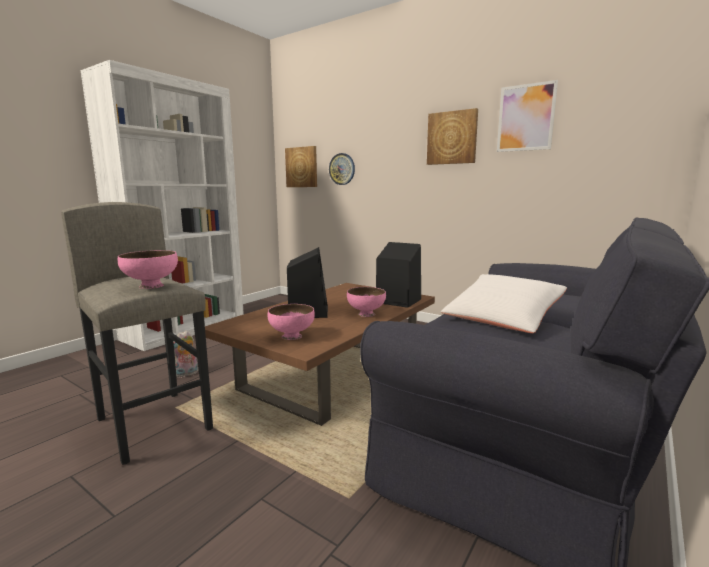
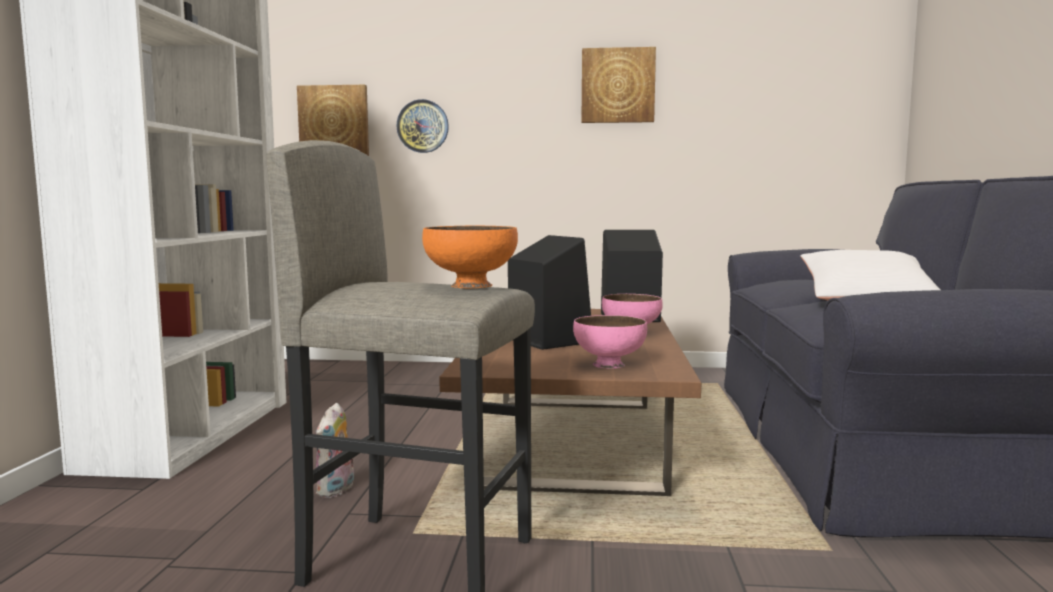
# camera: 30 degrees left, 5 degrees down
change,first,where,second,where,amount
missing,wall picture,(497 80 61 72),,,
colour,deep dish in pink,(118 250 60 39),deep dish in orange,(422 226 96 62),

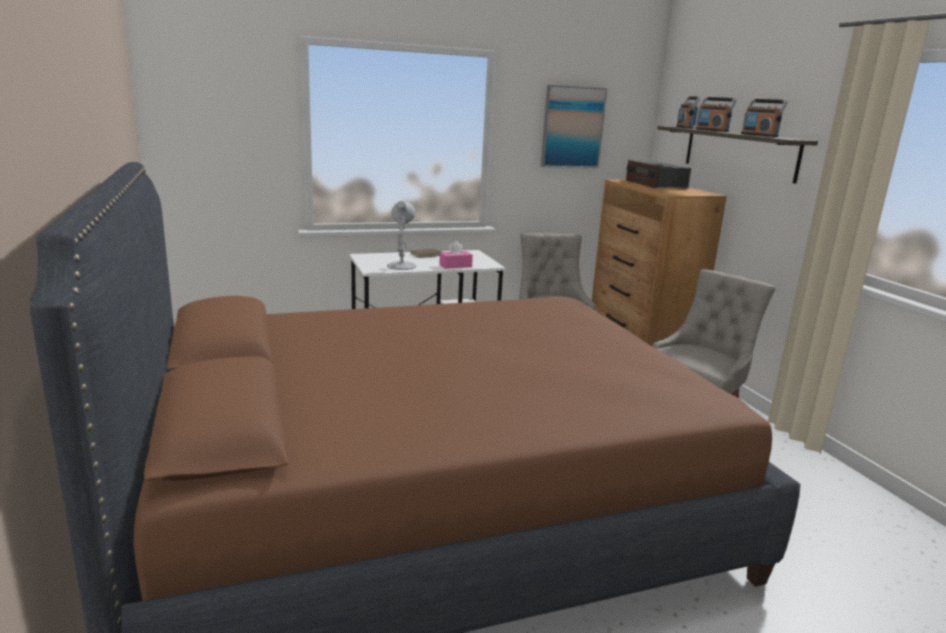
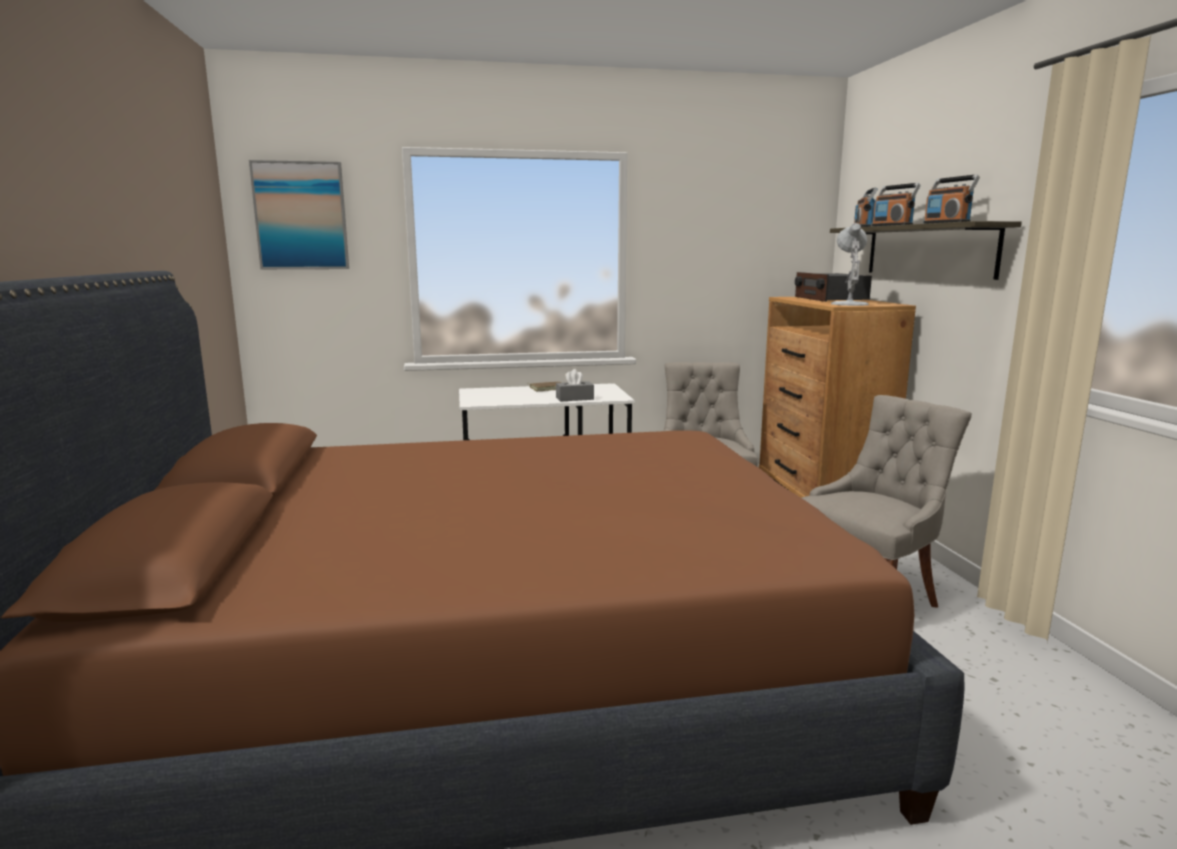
# camera: 10 degrees right, 5 degrees down
change,first,where,second,where,amount
relocated,wall picture,(541 85 66 83),,(249 160 100 109),
relocated,table lamp in whitish,(387 201 30 69),,(831 223 38 83),
colour,tissue box in pink,(439 241 34 28),tissue box in grey,(556 369 38 33),

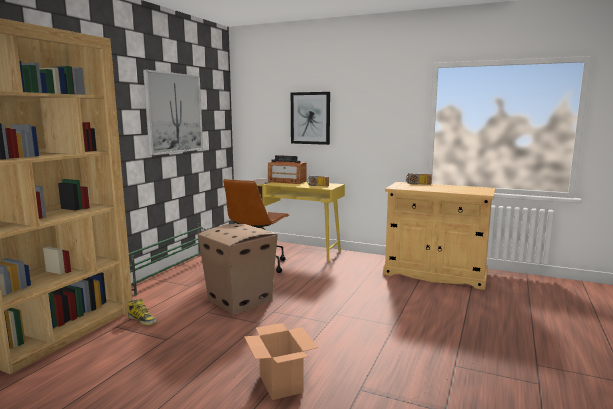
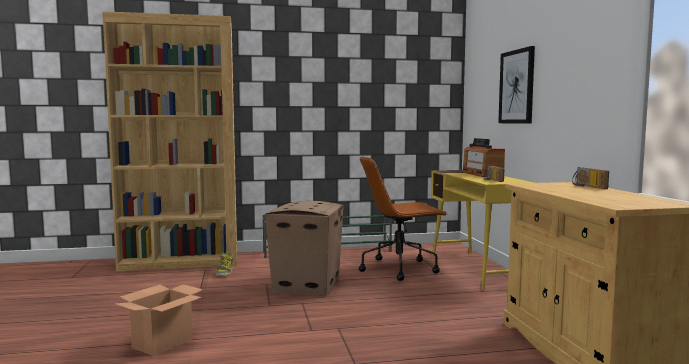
# camera: 55 degrees right, 5 degrees down
change,first,where,second,where,amount
missing,wall picture,(143 70 60 86),,,

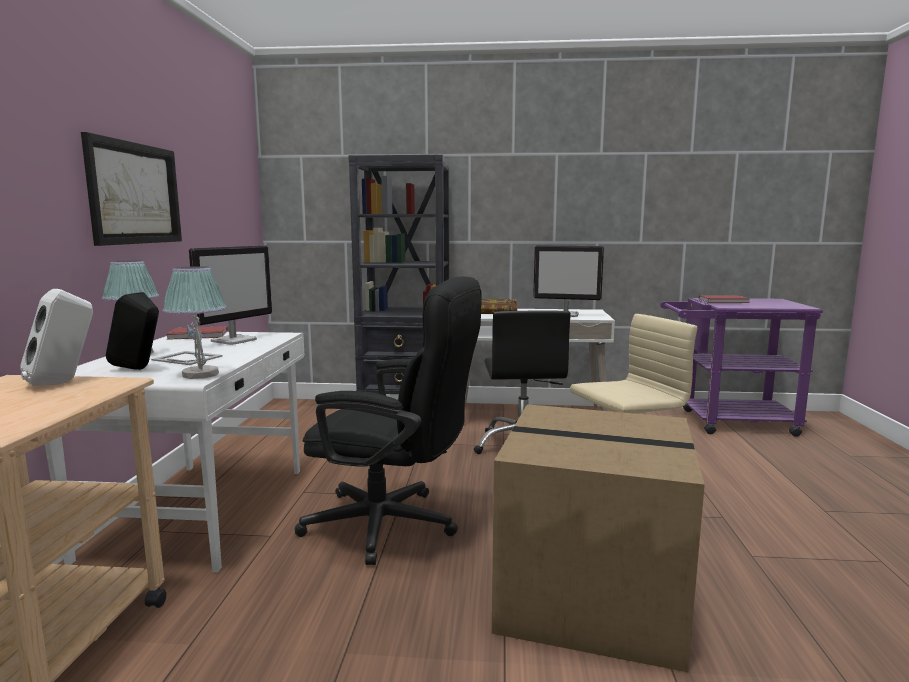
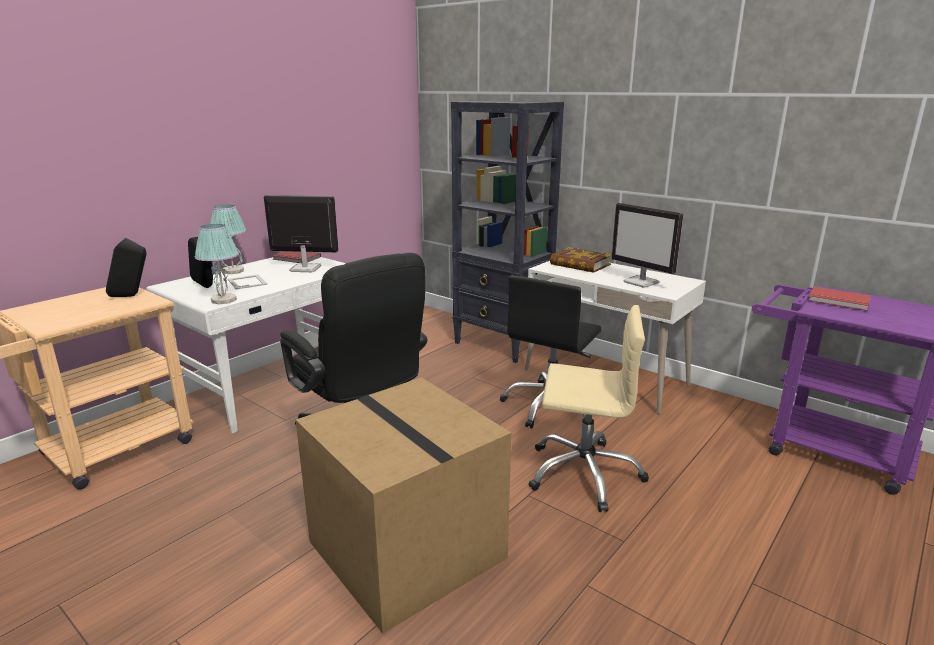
# camera: 35 degrees right, 10 degrees up
change,first,where,second,where,amount
missing,wall picture,(81 132 101 114),,,
spun,monitor,(189 245 83 100),,(264 195 75 77),150 degrees counterclockwise
colour,speaker in whitish,(20 289 73 97),speaker in blackish,(106 238 40 59),

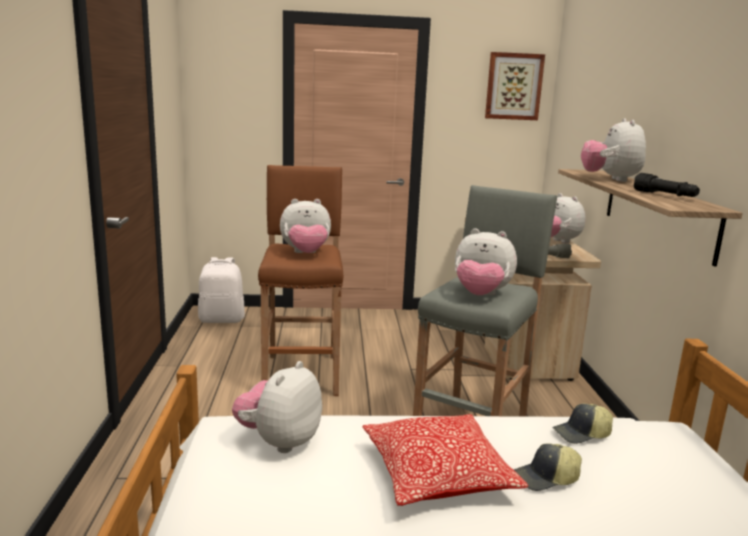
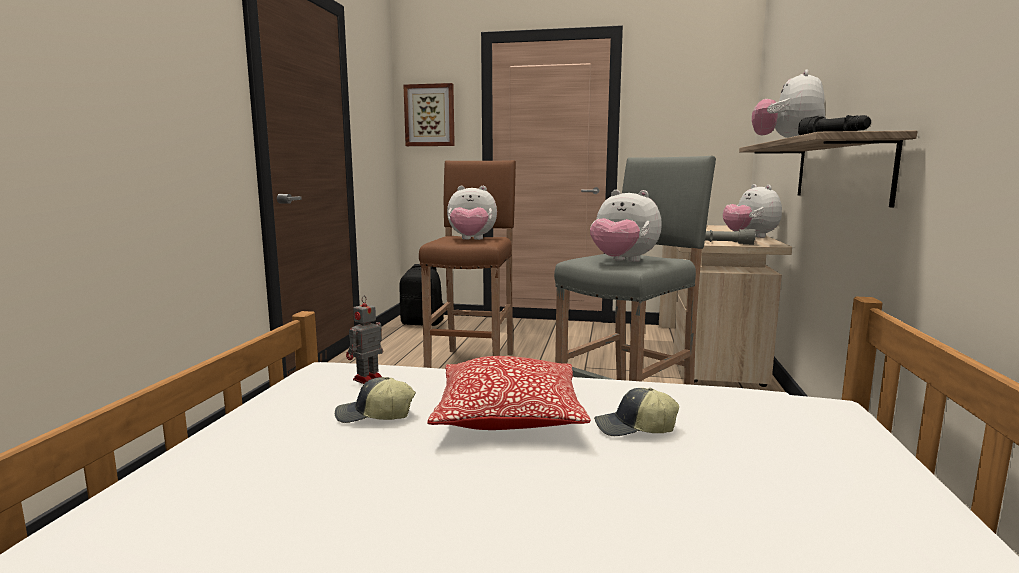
# camera: 15 degrees right, 5 degrees down
change,first,where,second,where,amount
relocated,wall picture,(485 52 60 68),,(403 83 52 63),
colour,backpack in whitish,(198 257 47 66),backpack in blackish,(399 264 44 62),
exchanged,plush toy,(232 361 90 92),model robot,(346 296 37 88),
relocated,cap,(552 404 61 40),,(335 377 81 46),

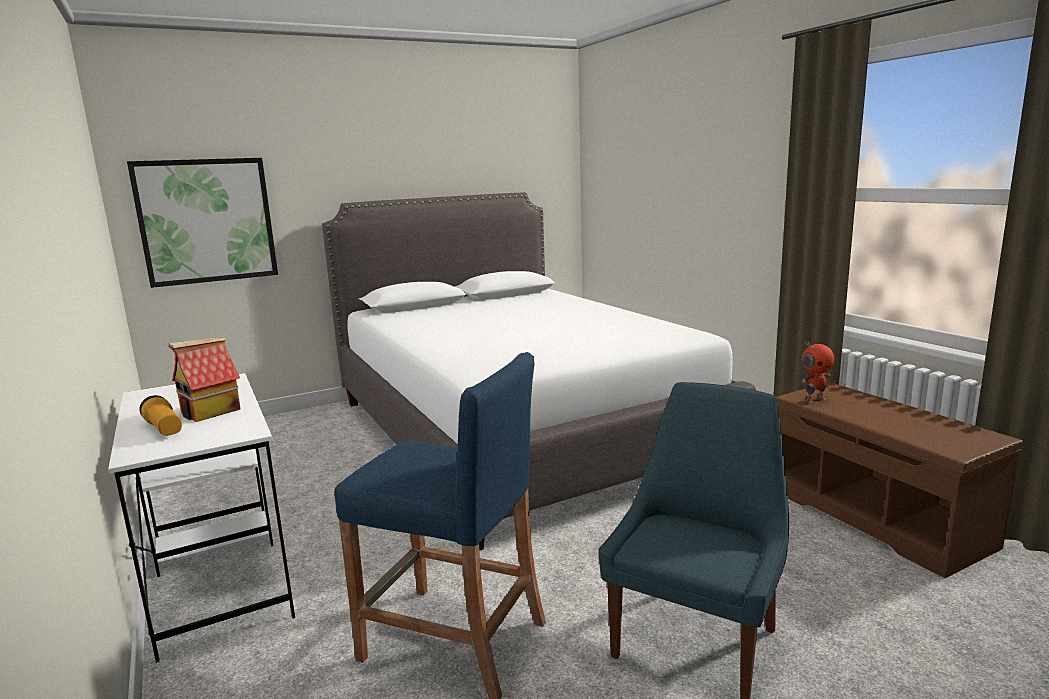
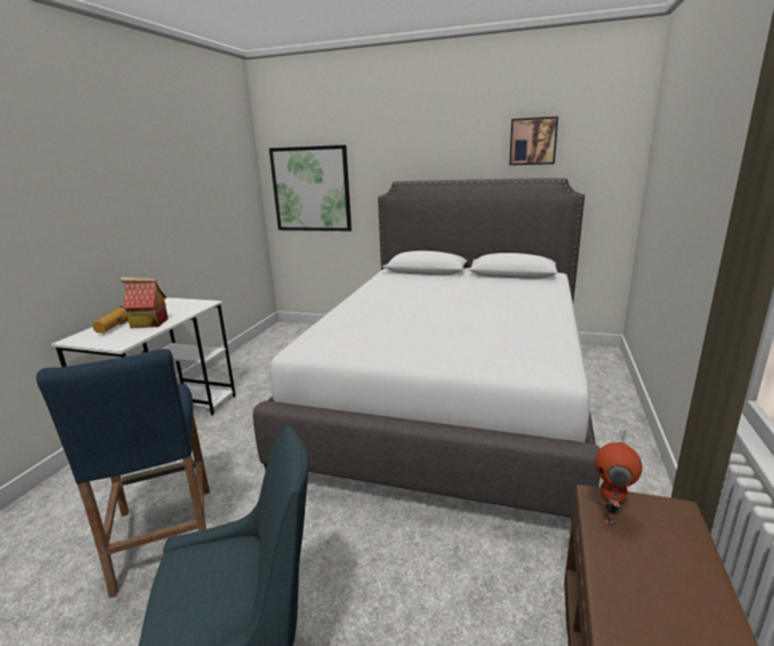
# camera: 45 degrees right, 5 degrees up
change,first,where,second,where,amount
spun,model robot,(801 341 34 63),,(595 430 47 96),90 degrees clockwise
appeared,,,wall picture,(509 116 49 49),

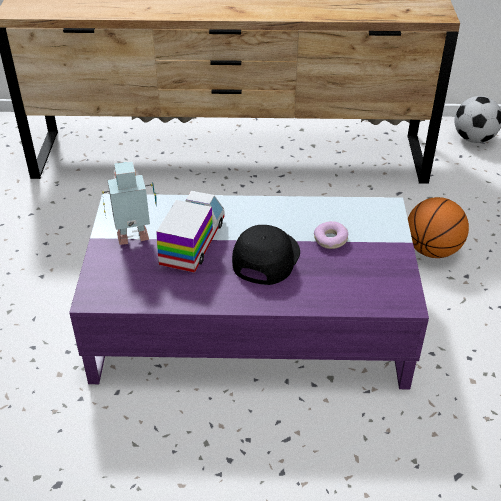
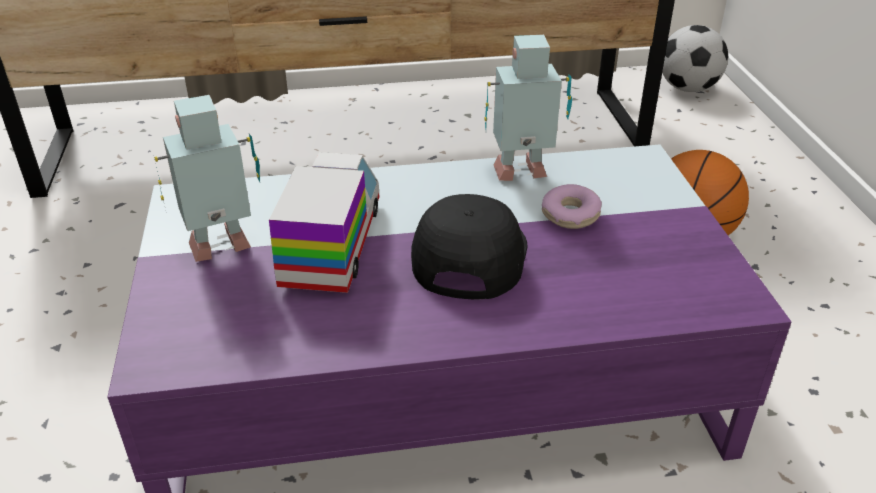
# camera: 10 degrees left, 5 degrees down
change,first,where,second,where,amount
appeared,,,model robot,(484 35 88 146),

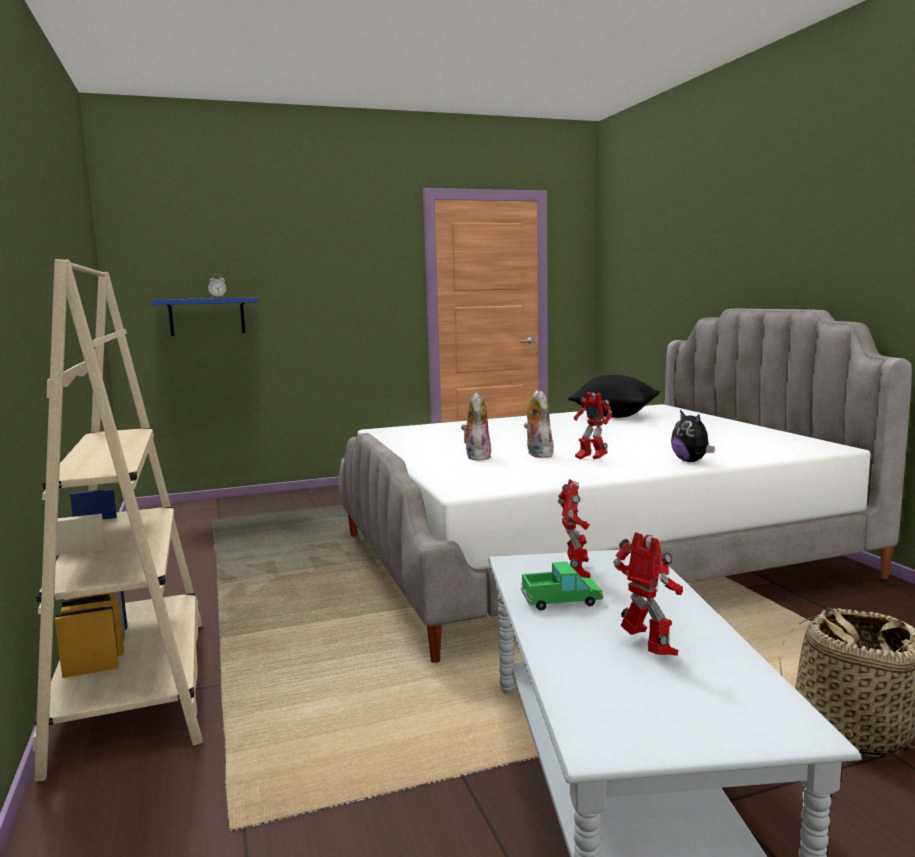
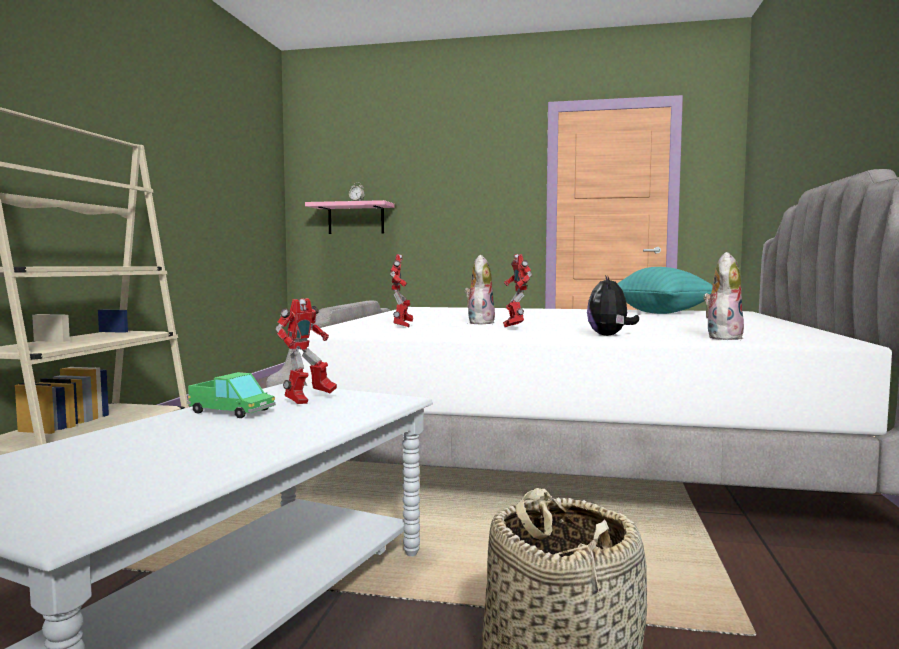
# camera: 30 degrees right, 5 degrees down
change,first,where,second,where,amount
colour,shelf in blue-coloured,(151 297 108 39),shelf in pink,(305 200 89 34),
colour,pillow in blackish,(568 375 92 43),pillow in turquoise-coloured,(617 267 96 47),
relocated,plush toy,(461 392 31 69),,(703 252 41 88),
relocated,model robot,(613 532 70 124),,(390 254 23 73),

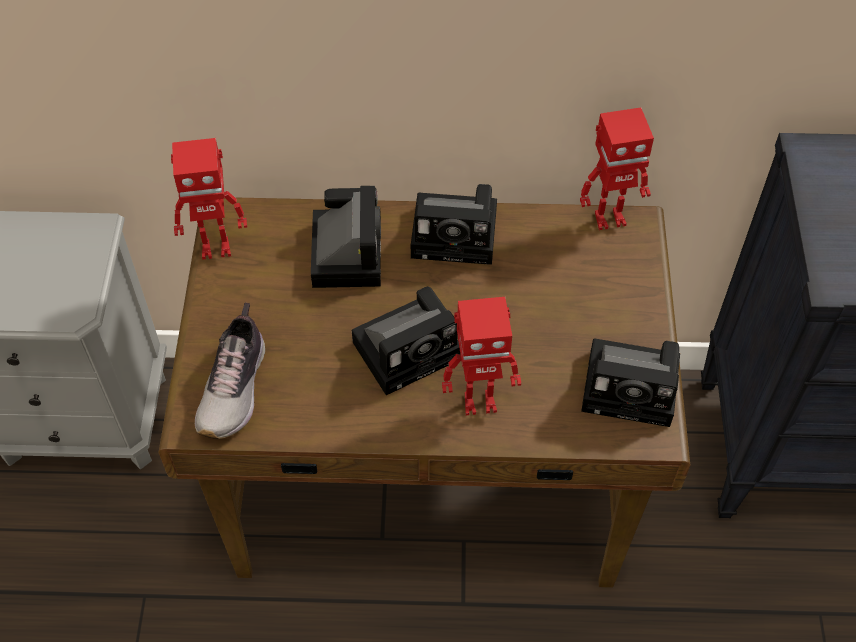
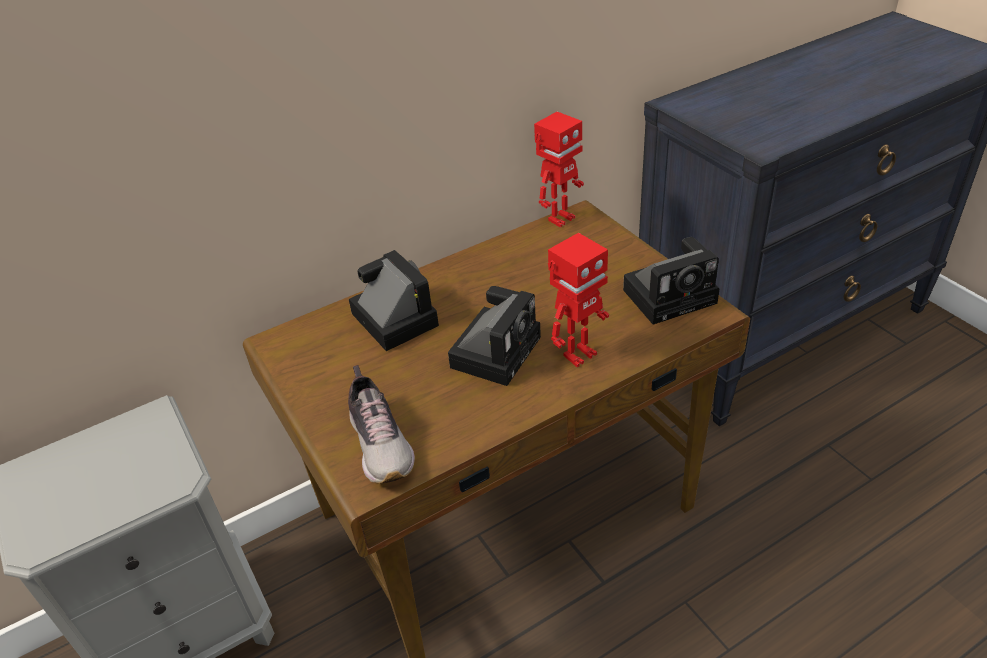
# camera: 30 degrees left, 15 degrees down
change,first,where,second,where,amount
missing,model robot,(171 138 76 122),,,
missing,photo camera,(411 184 86 81),,,

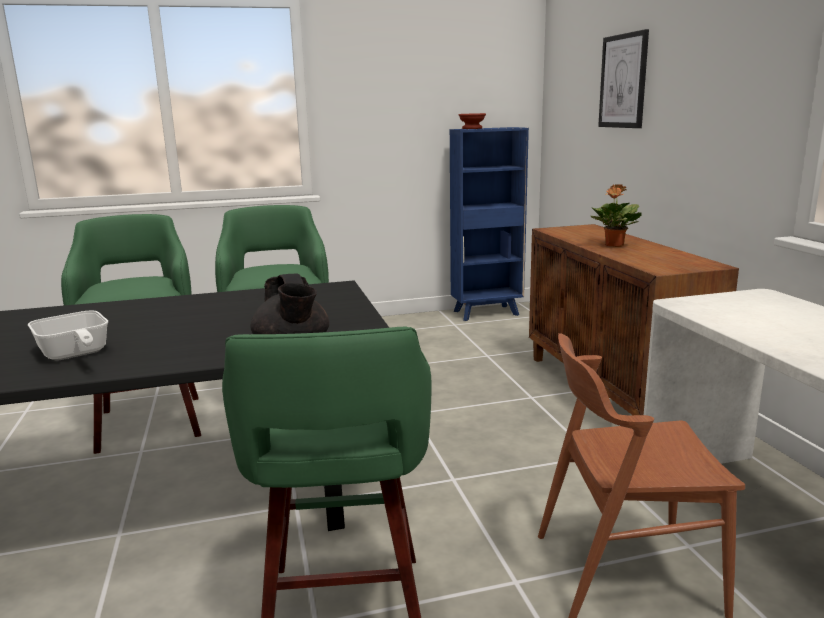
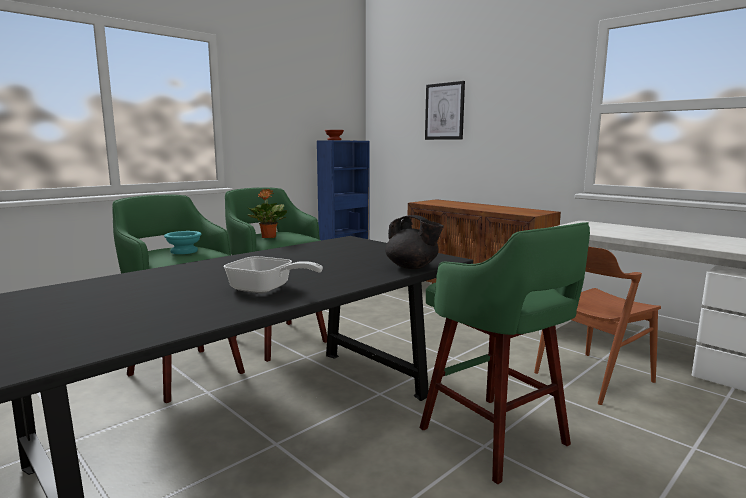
# camera: 30 degrees left, 5 degrees down
change,first,where,second,where,amount
relocated,potted plant,(590 184 52 63),,(248 189 39 49),
appeared,,,deep dish in turquoise-coloured,(164 231 38 23),

